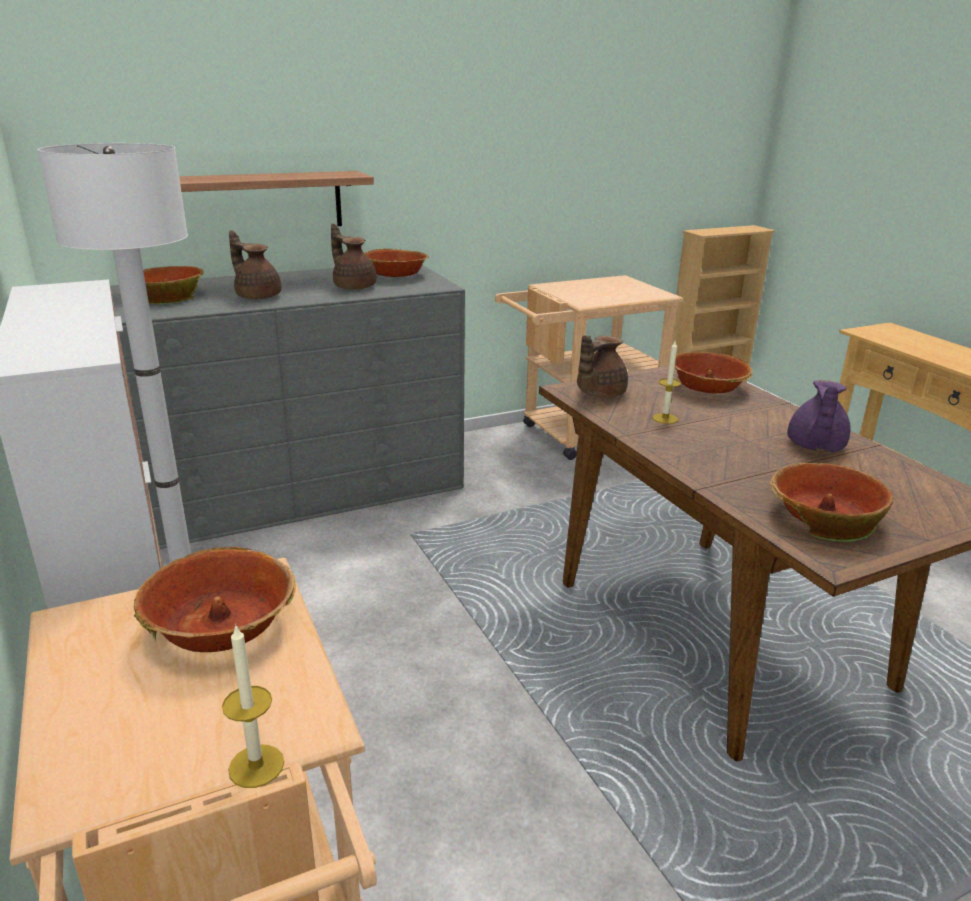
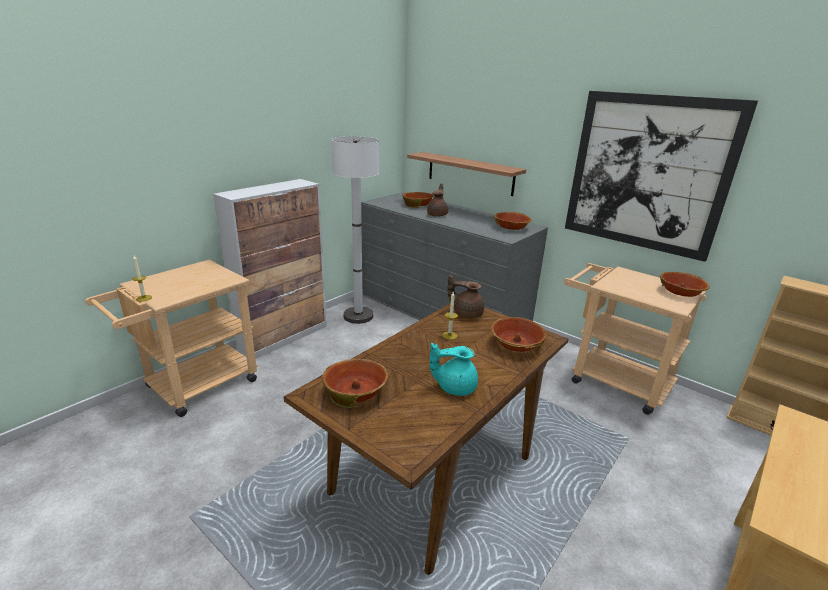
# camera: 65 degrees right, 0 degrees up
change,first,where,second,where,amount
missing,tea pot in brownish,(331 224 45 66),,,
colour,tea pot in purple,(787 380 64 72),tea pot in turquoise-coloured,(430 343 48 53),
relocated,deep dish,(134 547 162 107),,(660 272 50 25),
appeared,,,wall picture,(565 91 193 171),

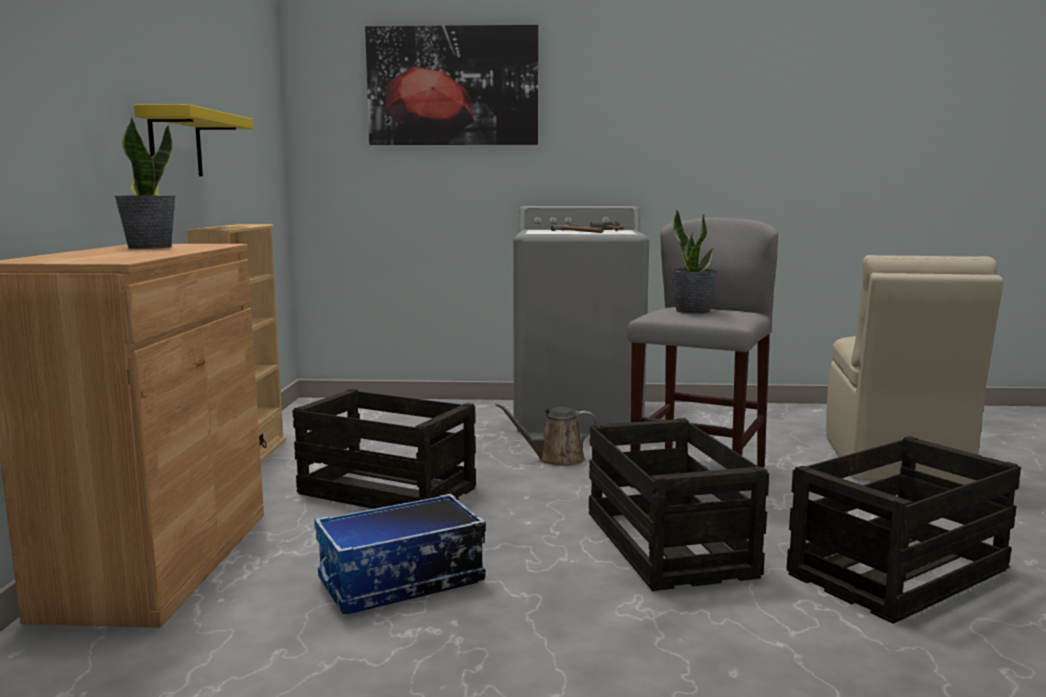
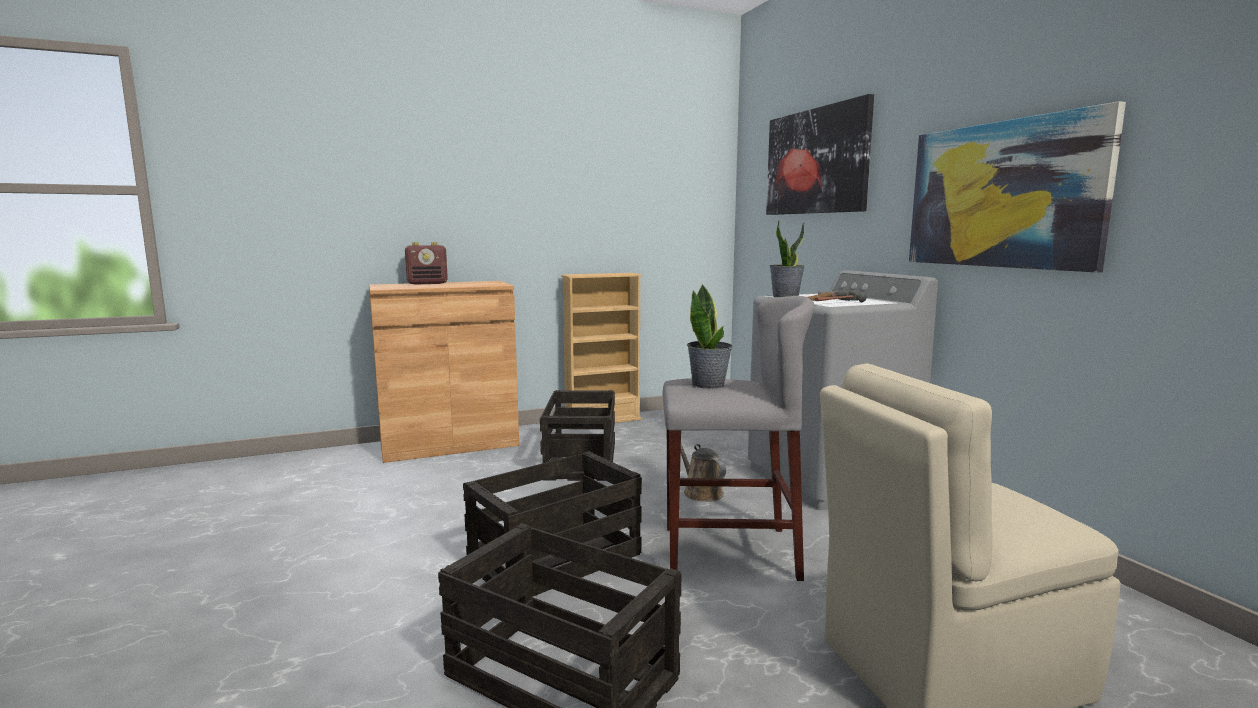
# camera: 65 degrees right, 0 degrees up
change,first,where,second,where,amount
missing,shelf in yellowish,(134 104 119 72),,,
relocated,potted plant,(114 117 62 132),,(770 219 35 79),
missing,storage bin,(314 494 172 120),,,
appeared,,,wall picture,(909 101 217 171),
appeared,,,radio,(405 242 43 43),

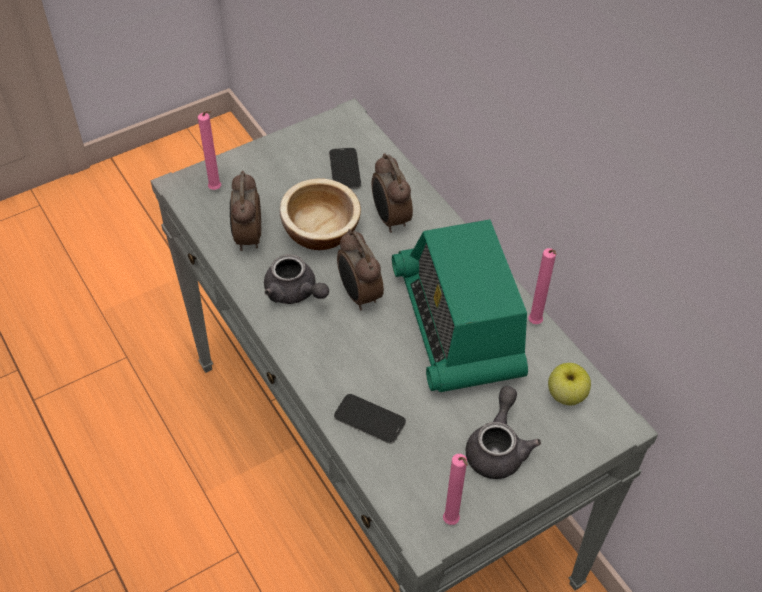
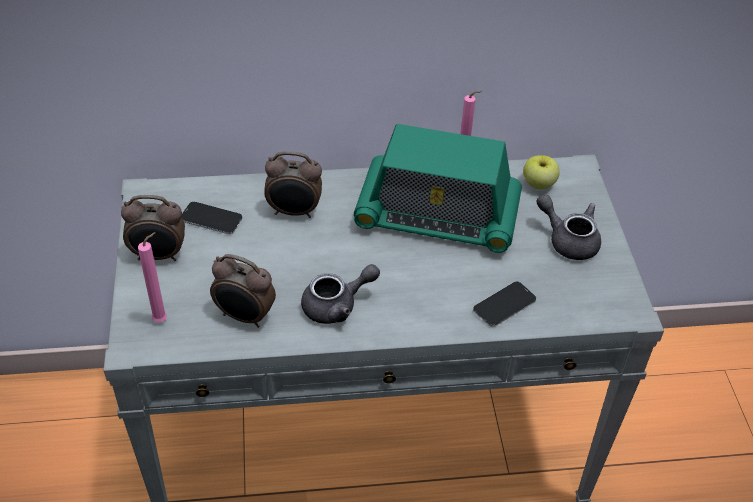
# camera: 65 degrees left, 5 degrees down
change,first,where,second,where,amount
missing,deep dish,(280 179 81 71),,,
relocated,table clock,(337 229 47 81),,(121 195 64 66),
missing,wax light in pink,(443 454 25 71),,,

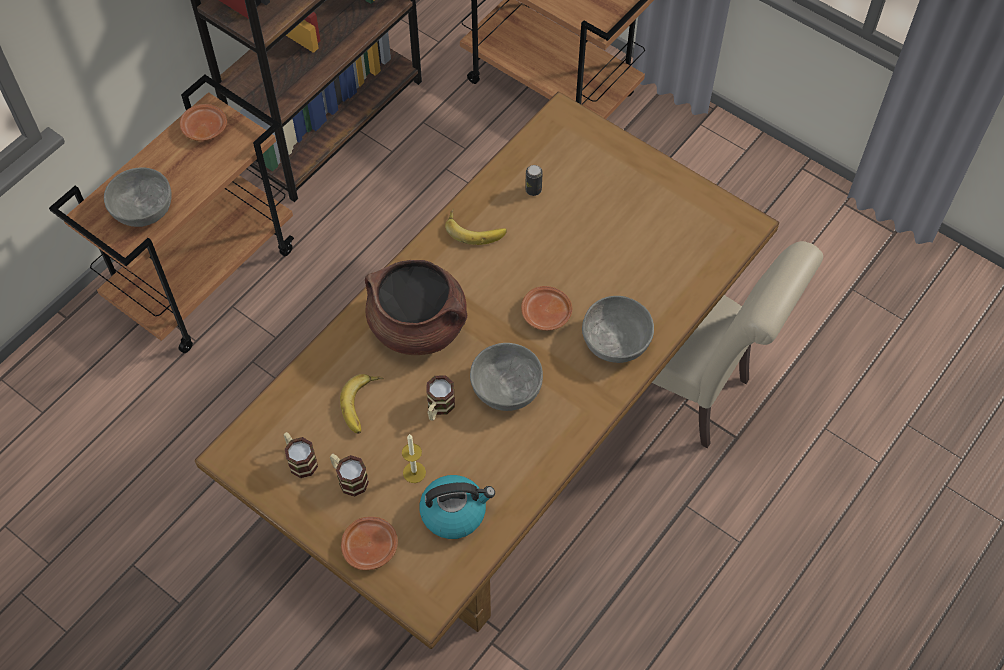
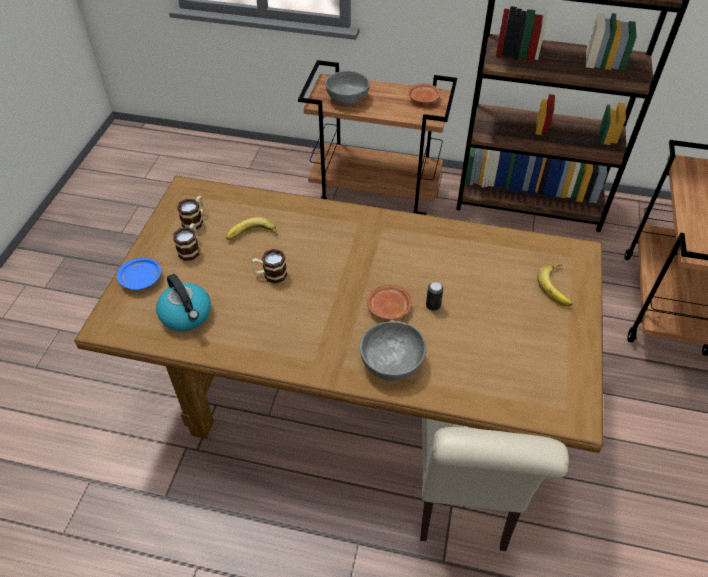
# camera: 65 degrees right, 10 degrees down
change,first,where,second,where,amount
relocated,can,(525 165 18 31),,(426 282 18 29),
relocated,banana fruit,(445 209 62 36),,(537 264 35 42),
missing,stockpot in brownish,(365 260 102 95),,,
missing,deep dish in grey,(470 343 73 68),,,
missing,wax light,(402 434 24 49),,,
colour,dinner plate in brownish,(341 517 57 53),dinner plate in blue-coloured,(117 258 44 32),

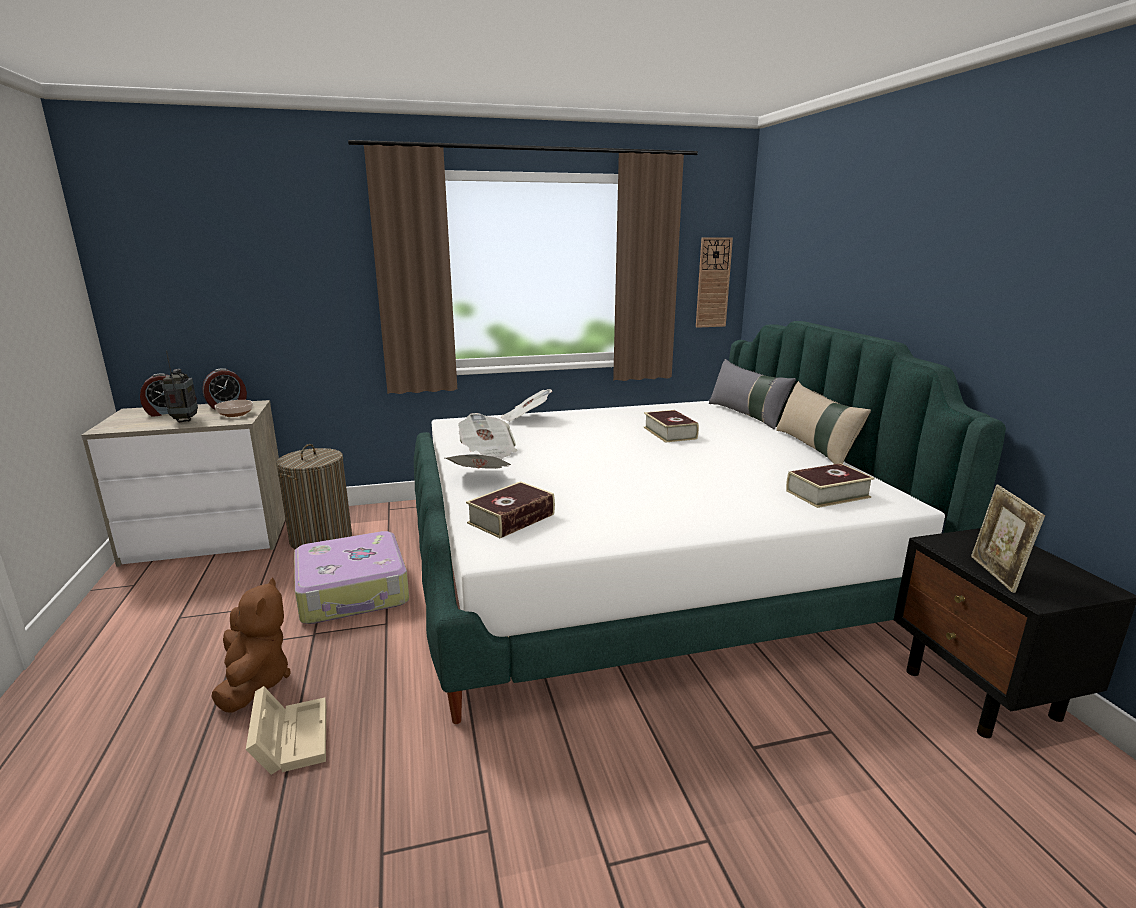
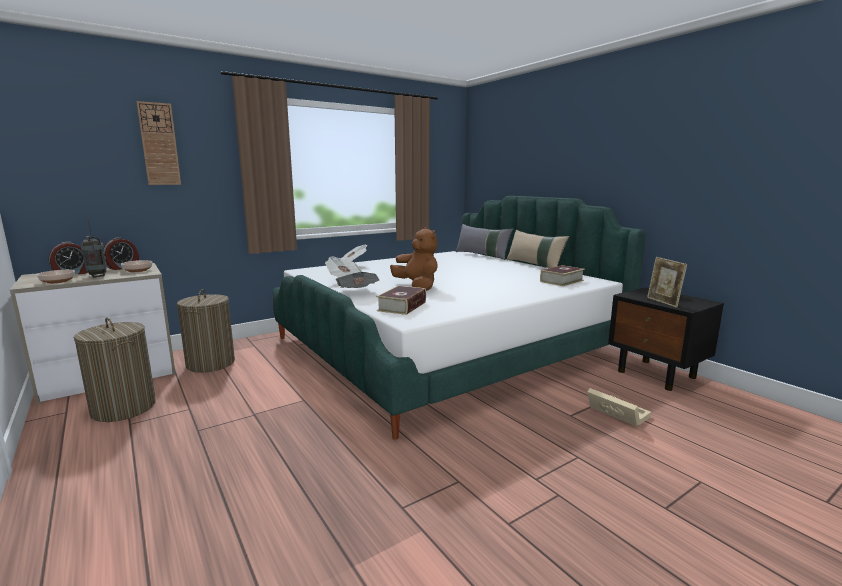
# camera: 20 degrees left, 5 degrees down
change,first,where,second,where,amount
relocated,hanging clock,(696 237 37 91),,(136 101 45 84),
missing,bound book,(643 410 56 33),,,
missing,piece of luggage,(294 531 115 93),,,
relocated,plush toy in brownish,(212 578 79 135),,(390 227 48 64),
relocated,storage bin in beige-coloured,(246 686 80 89),,(587 388 64 39),
appeared,,,deep dish,(37 270 38 14),
appeared,,,washing basket,(74 317 82 105),

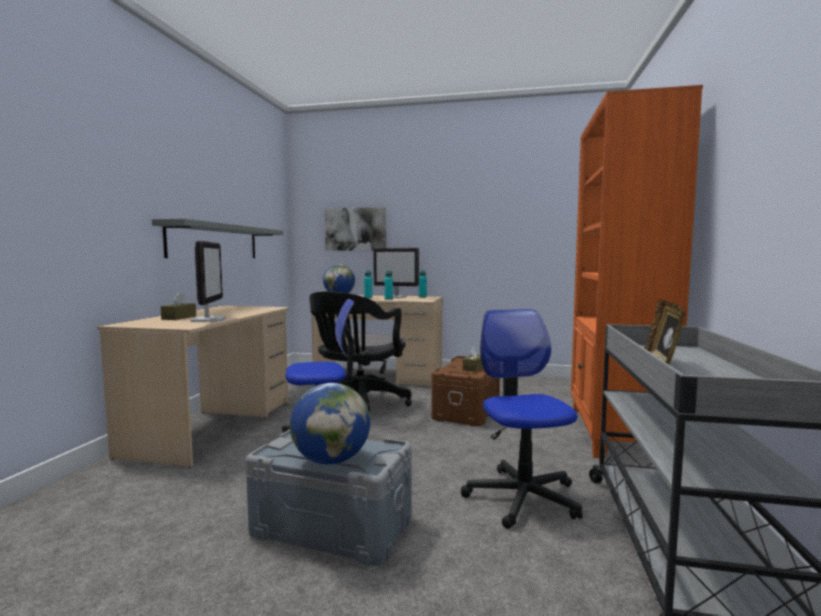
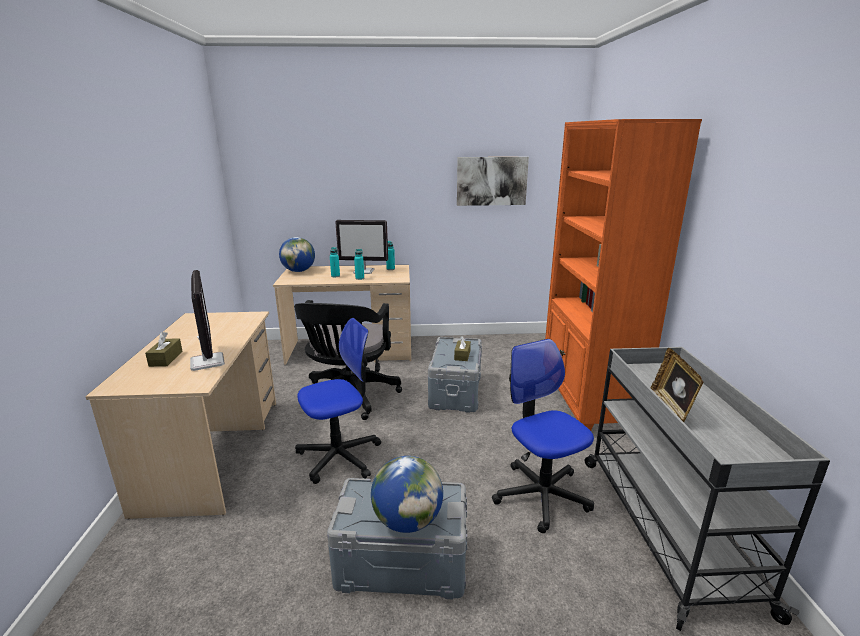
# camera: 15 degrees left, 15 degrees up
change,first,where,second,where,amount
relocated,wall picture,(324 207 62 44),,(457 157 72 49),
missing,shelf in grey,(152 218 131 40),,,
colour,storage bin in brownish,(431 356 69 70),storage bin in grey,(428 337 54 76),

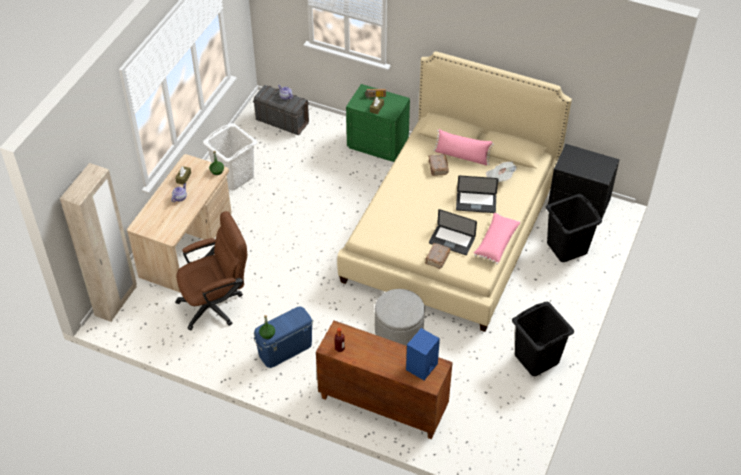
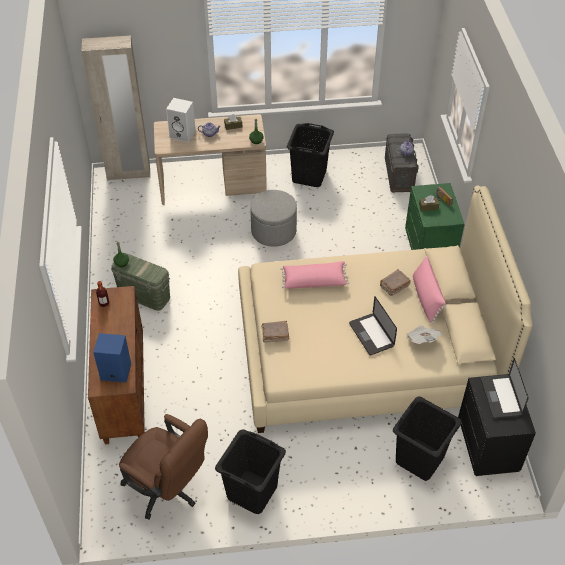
# camera: 60 degrees right, 0 degrees up
change,first,where,second,where,amount
colour,washing basket in whitish,(203 123 54 67),washing basket in blackish,(287 123 47 64),
relocated,notebook computer,(429 209 48 46),,(481 358 48 60),
relocated,computer chair in brownish,(175 211 72 119),,(119 414 89 105),
relocated,pillow in pink,(474 213 46 52),,(281 261 68 27),
relocated,pouffe in grey,(375 289 50 57),,(250 190 47 57),
colour,storage bin in blue-coloured,(253 306 60 62),storage bin in green,(111 253 59 58),
appeared,,,speaker in whitish,(166 98 30 44),

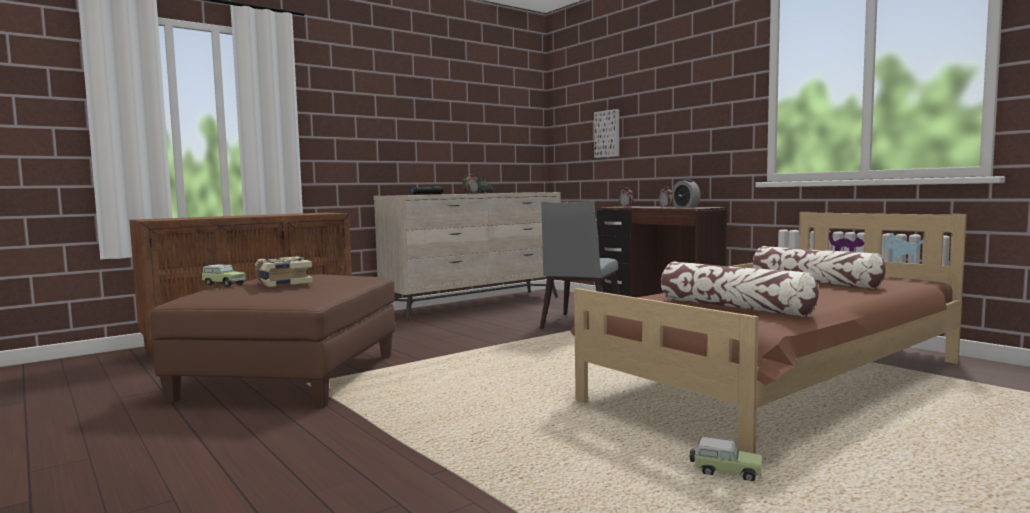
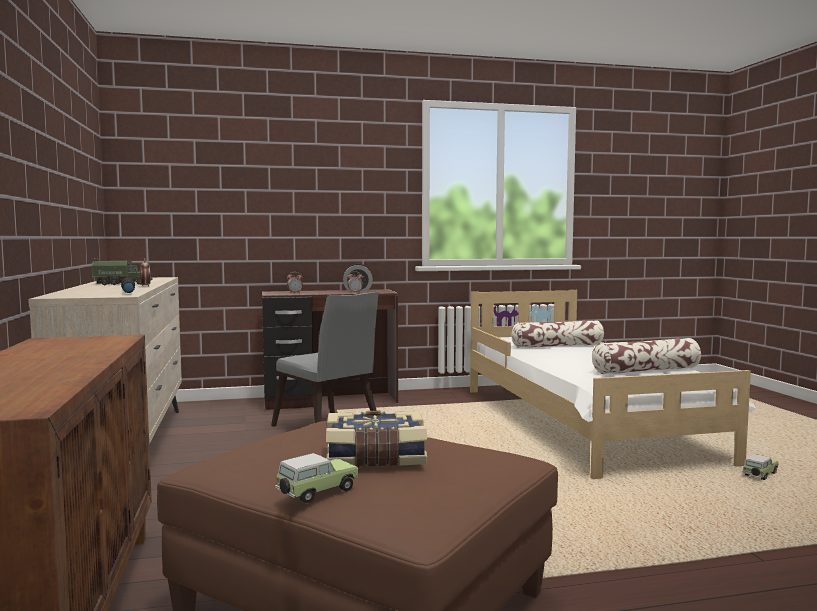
# camera: 65 degrees left, 0 degrees up
change,first,where,second,where,amount
missing,wall picture,(594 109 25 49),,,
colour,bedroom bed in brownish,(570 212 397 242),bedroom bed in whitish,(470 290 286 189),

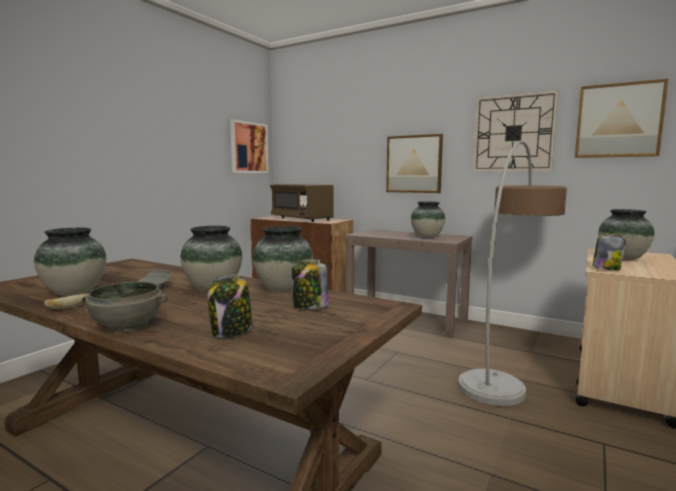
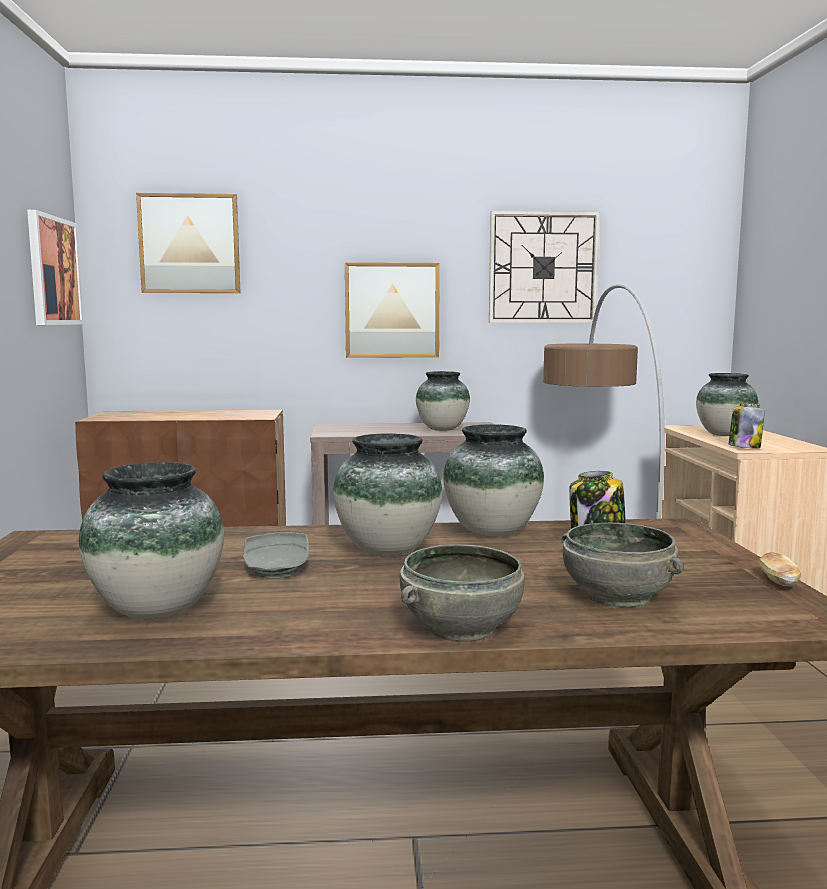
# camera: 35 degrees left, 0 degrees up
change,first,where,second,where,amount
relocated,wall picture,(575 79 93 79),,(136 193 104 100),
missing,kitchen microwave in brownish,(270 184 64 38),,,
exchanged,jar,(207 274 46 64),deep dish in grey,(561 523 123 85),
relocated,bread,(44 293 45 16),,(759 552 42 34),

